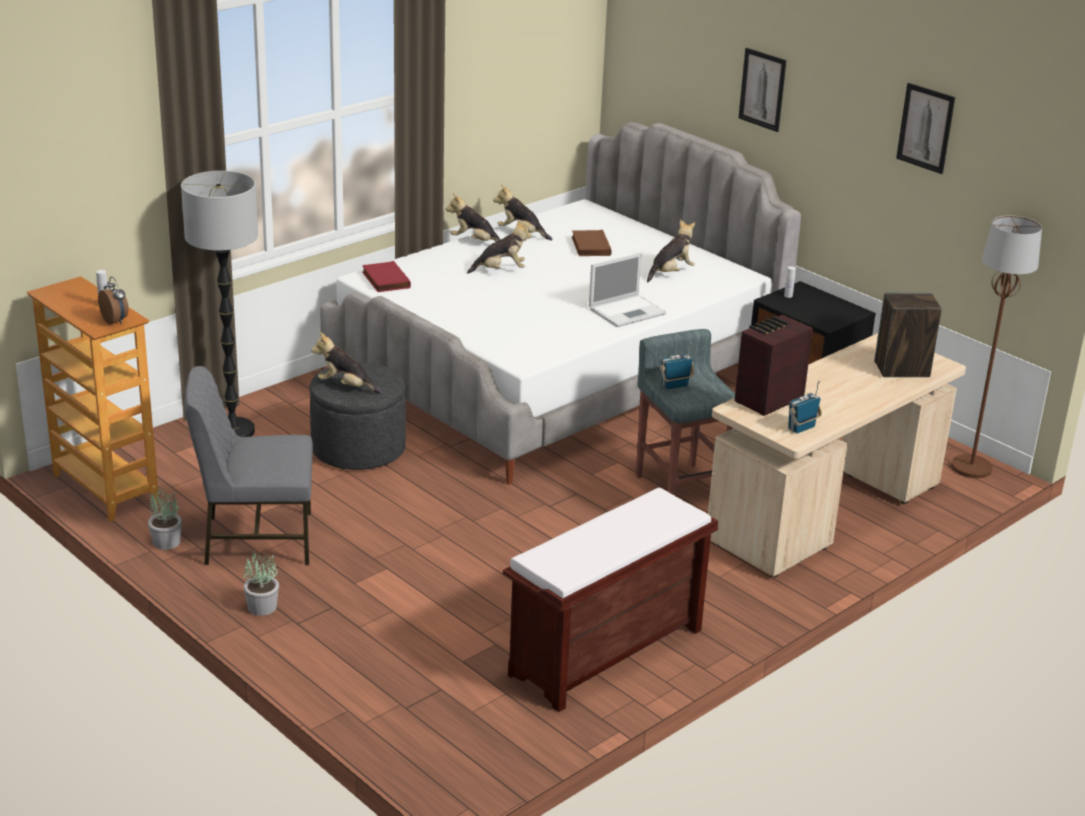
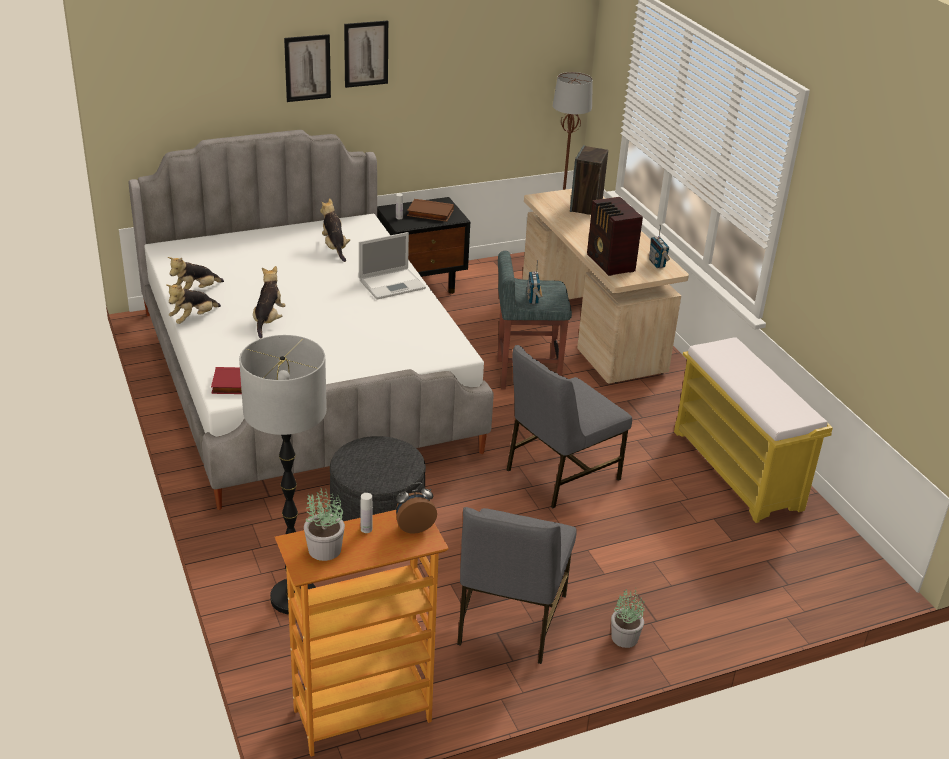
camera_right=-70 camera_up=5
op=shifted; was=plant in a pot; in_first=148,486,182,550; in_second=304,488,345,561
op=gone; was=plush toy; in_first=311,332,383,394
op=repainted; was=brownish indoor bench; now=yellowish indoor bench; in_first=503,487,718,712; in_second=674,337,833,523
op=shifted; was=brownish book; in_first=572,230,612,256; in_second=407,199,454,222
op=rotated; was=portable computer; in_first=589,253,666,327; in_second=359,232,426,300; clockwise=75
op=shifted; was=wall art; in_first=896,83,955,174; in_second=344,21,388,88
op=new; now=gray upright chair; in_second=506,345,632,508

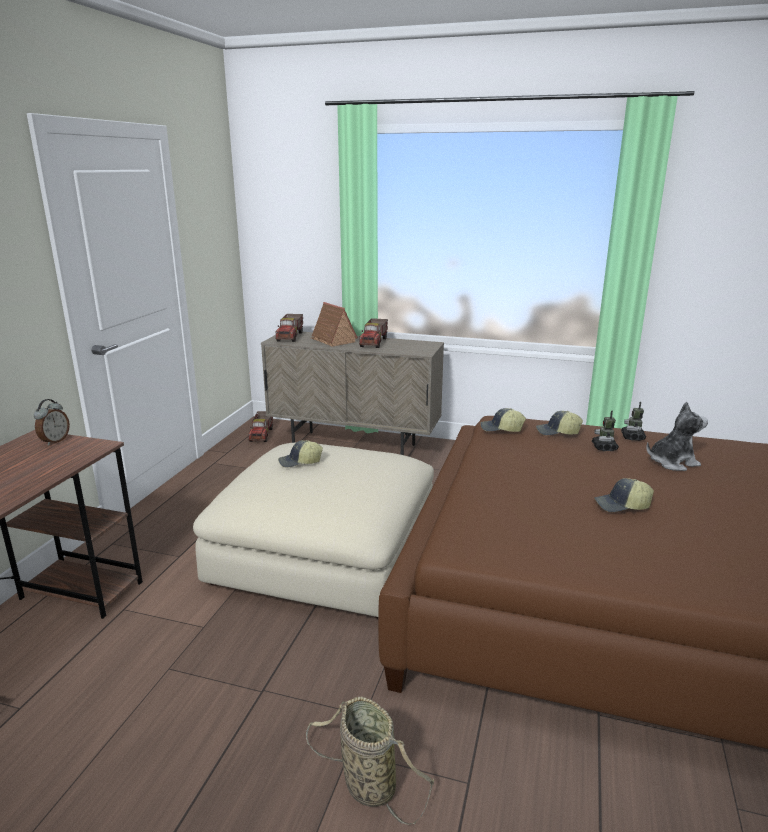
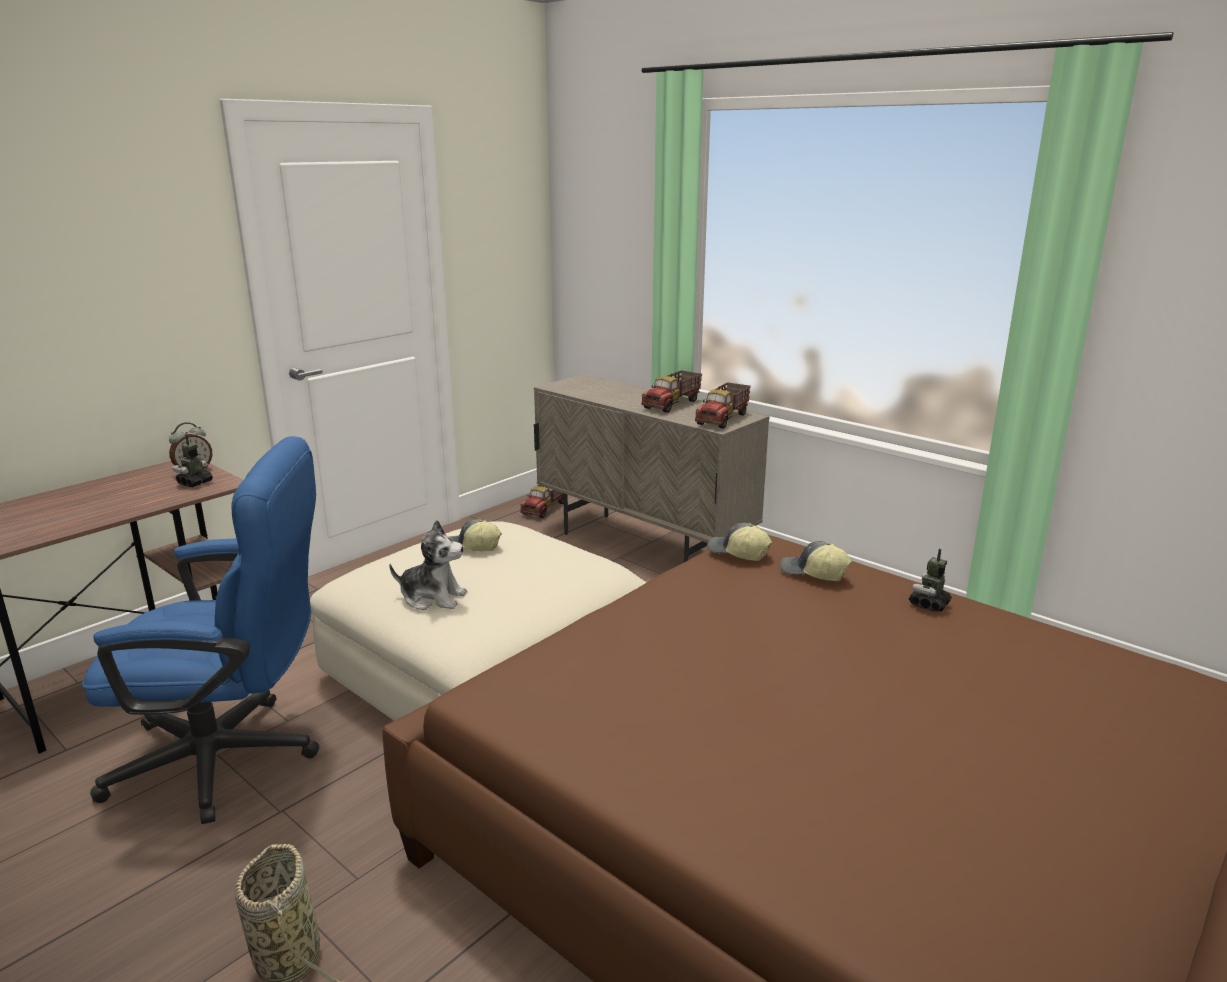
camera_right=25 camera_up=0
op=shifted; was=toy truck; in_first=275,314,303,342; in_second=695,382,751,428
op=gone; was=toy house; in_first=311,302,358,347
op=shifted; was=model robot; in_first=592,411,619,451; in_second=172,434,213,487
op=gone; was=cap; in_first=594,478,654,512
op=shifted; was=plush toy; in_first=647,401,708,471; in_second=389,520,467,610
op=new; now=blue-coloured desk chair; in_second=82,436,319,824

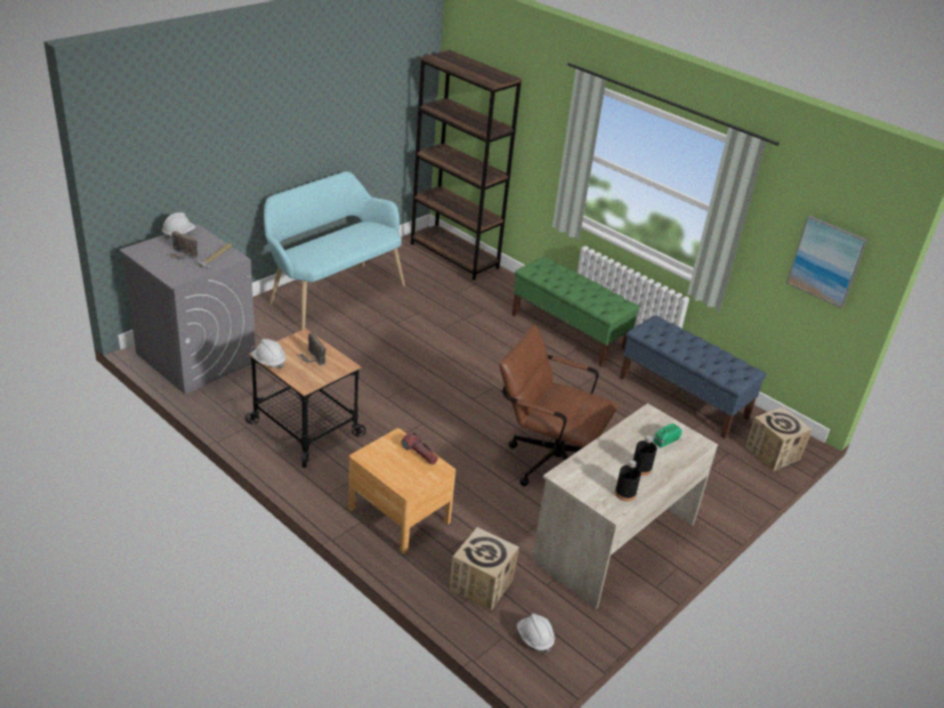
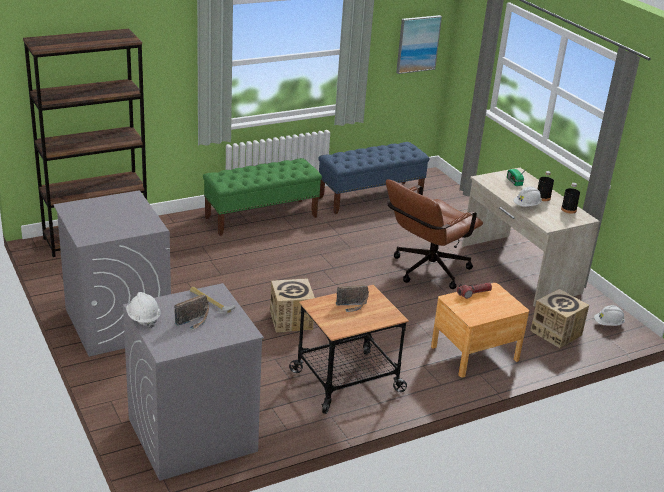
camera_right=-70 camera_up=-5
op=shifted; was=white-coloured hard hat; in_first=251,339,286,369; in_second=513,186,542,207
op=swapped; was=blue-green indoor bench; now=gray washing machine; in_first=264,171,405,330; in_second=53,191,171,357
op=shifted; was=packing box; in_first=745,407,813,471; in_second=270,278,315,333

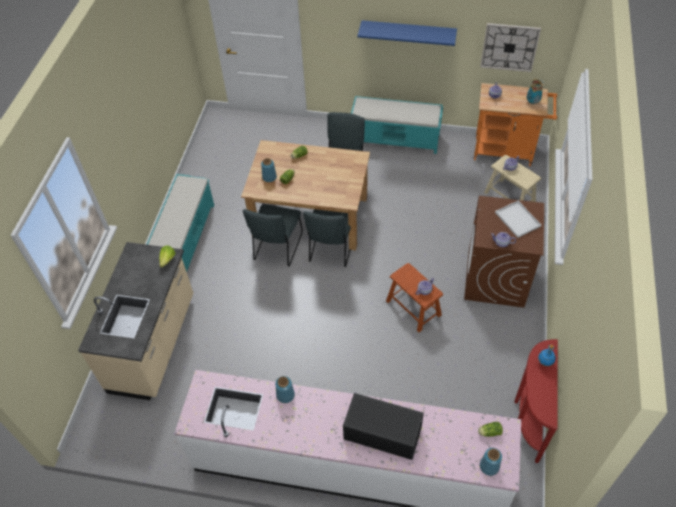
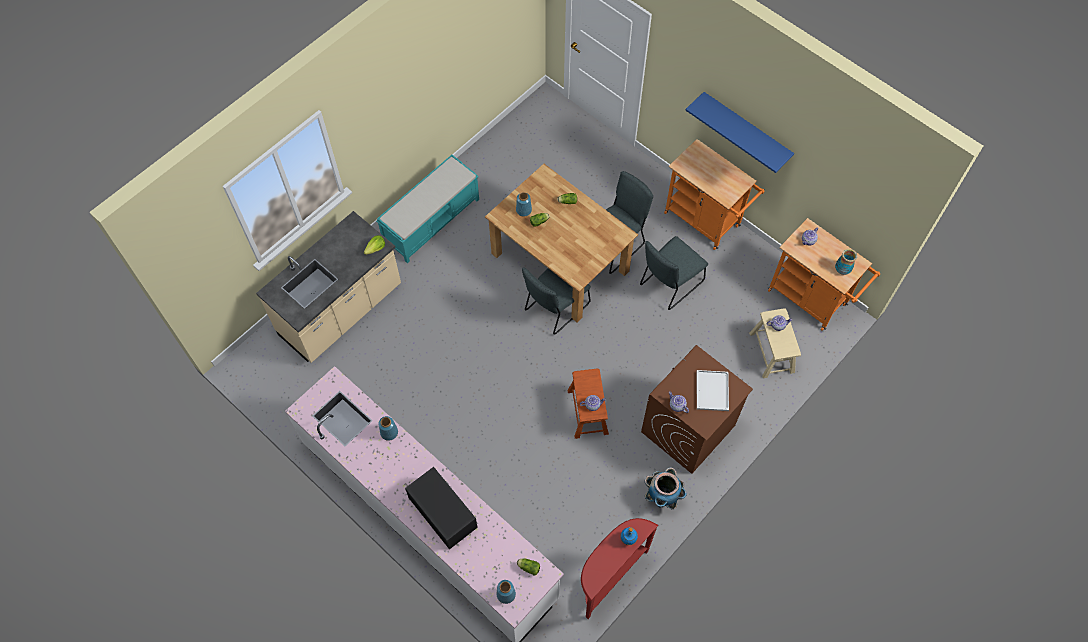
camera_right=30 camera_up=10
op=shifted; was=gray upright chair; in_first=243,204,303,267; in_second=640,236,708,310
op=swapped; was=blue-green indoor bench; now=orange-coloured cart; in_first=351,96,443,154; in_second=664,139,764,250
op=gone; was=wall clock; in_first=480,23,541,72
op=new; now=plant pot; in_second=645,468,687,510

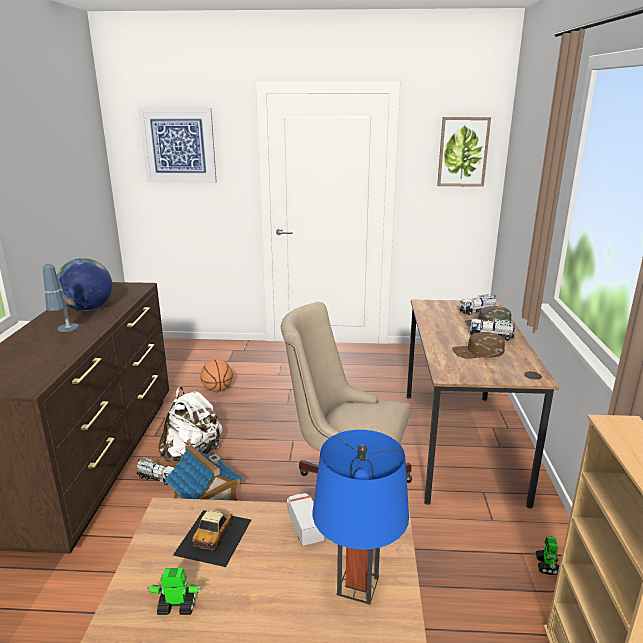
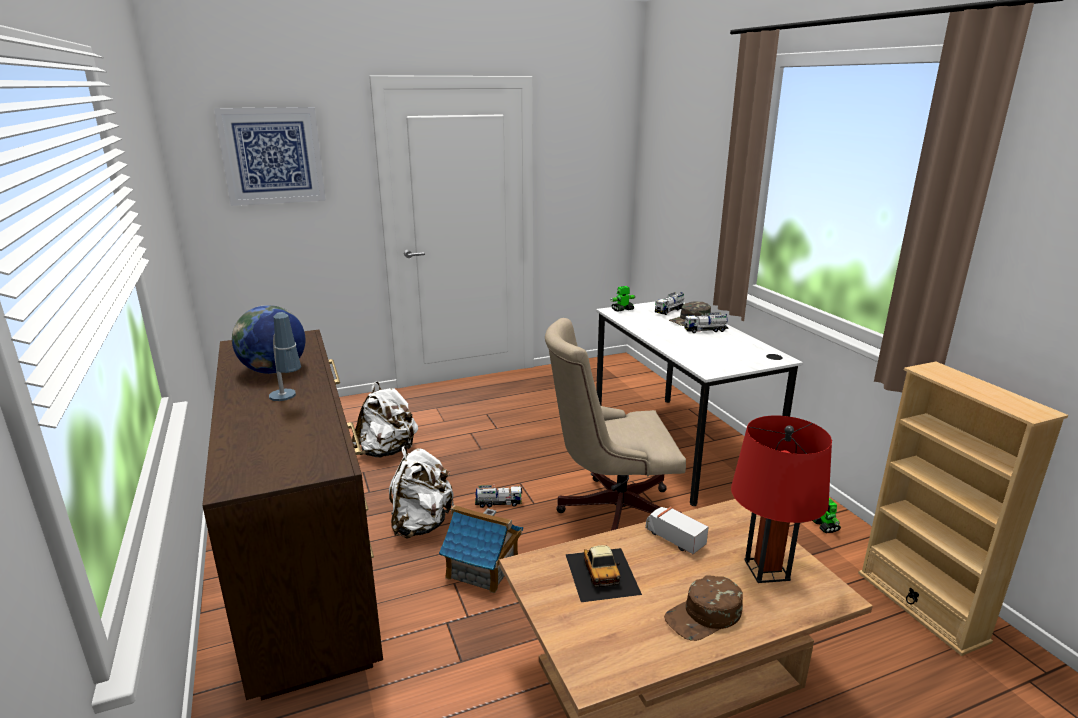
camera_right=-25 camera_up=0
op=shifted; was=toy truck; in_first=136,457,174,485; in_second=475,485,522,508
op=shifted; was=model robot; in_first=147,568,203,615; in_second=610,286,635,312
op=swapped; was=ball for basketball; now=white-coloured backpack; in_first=200,359,233,392; in_second=352,382,418,457
op=repainted; was=blue-coloured lamp for a table; now=red-coloured lamp for a table; in_first=313,430,409,605; in_second=731,416,832,583
op=repainted; was=brownish desk unit; now=white-coloured desk unit; in_first=407,300,559,508; in_second=596,301,803,506
op=gone; was=wall art; in_first=437,117,491,187
op=shifted; was=brownish cap; in_first=452,332,505,359; in_second=664,575,743,641

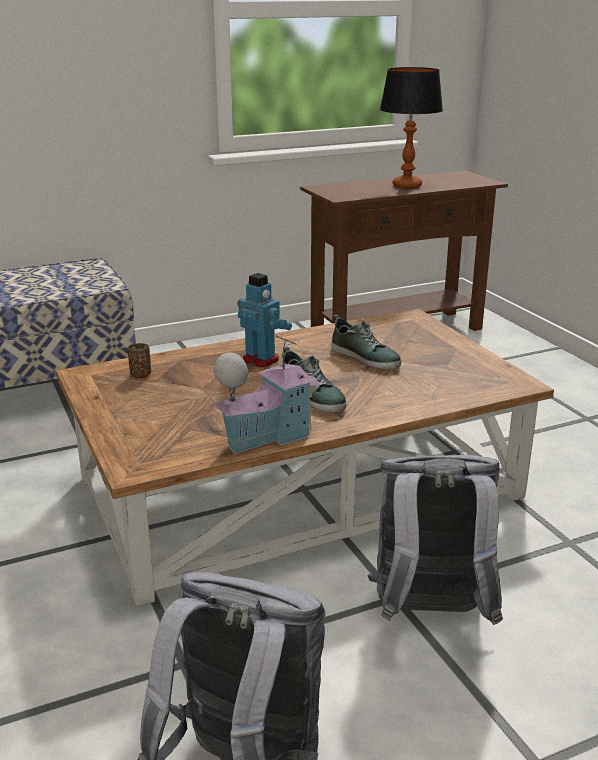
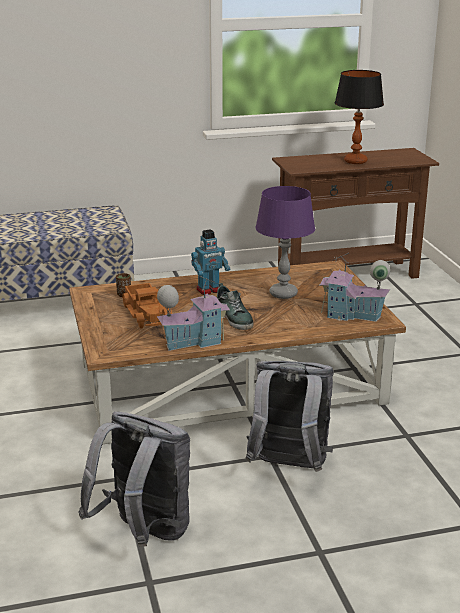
camera_right=10 camera_up=0
op=rotated; was=model robot; in_first=237,273,292,367; in_second=191,229,230,295; clockwise=105
op=swapped; was=low shoe; now=purple lamp for a table; in_first=331,314,401,369; in_second=256,186,315,299
op=new; now=toy truck; in_second=122,283,173,328
op=new; now=toy house; in_second=319,253,390,322

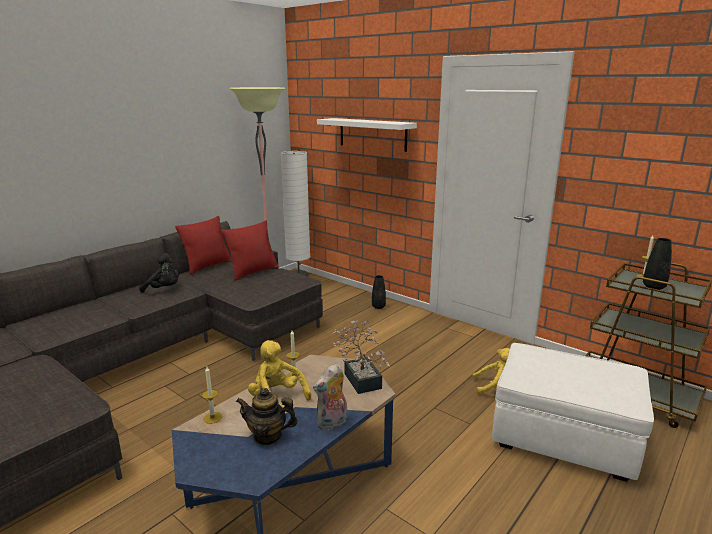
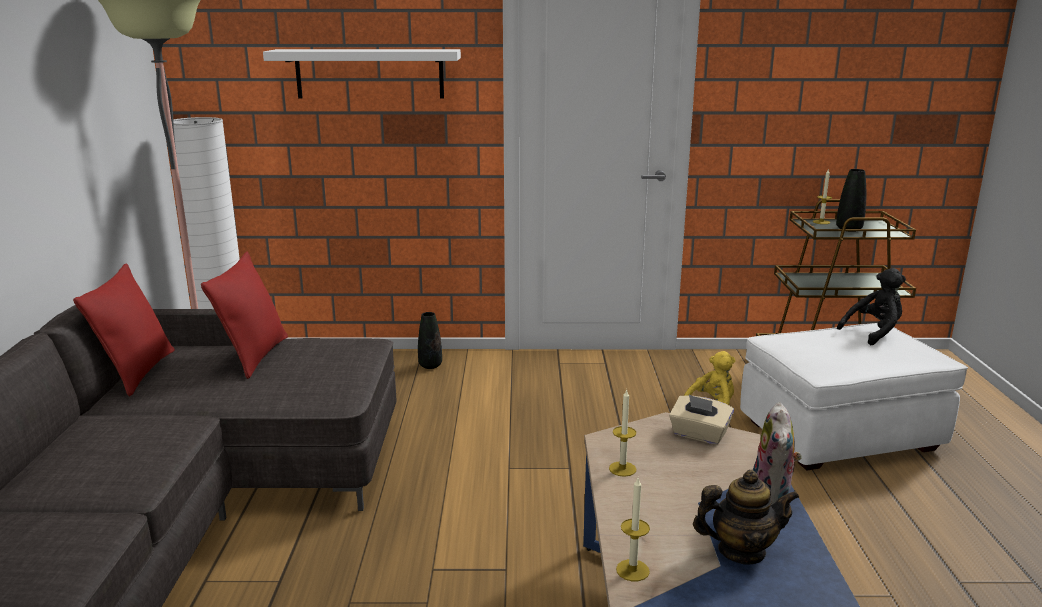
camera_right=-40 camera_up=0
op=shifted; was=black plush toy; in_first=139,253,179,293; in_second=837,268,906,345
op=rotated; was=pot for tea; in_first=236,388,298,446; in_second=693,470,799,565; clockwise=-150
op=gone; was=yellowish plush toy; in_first=248,340,311,408
op=swapped; was=plant in a pot; now=beige-coloured tissue holder; in_first=333,320,390,394; in_second=669,395,734,445

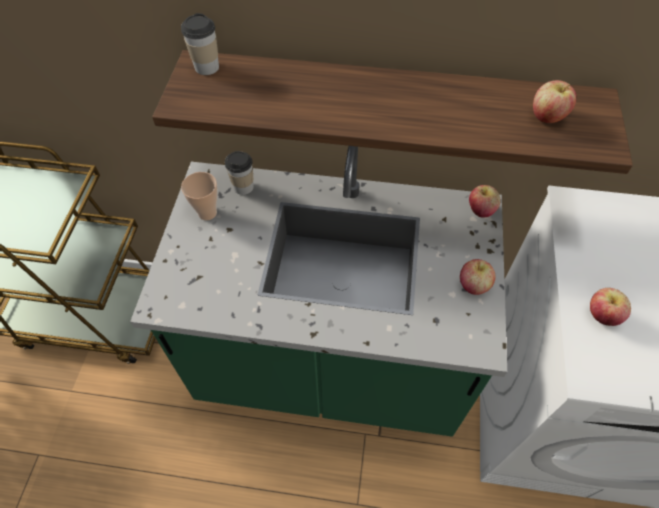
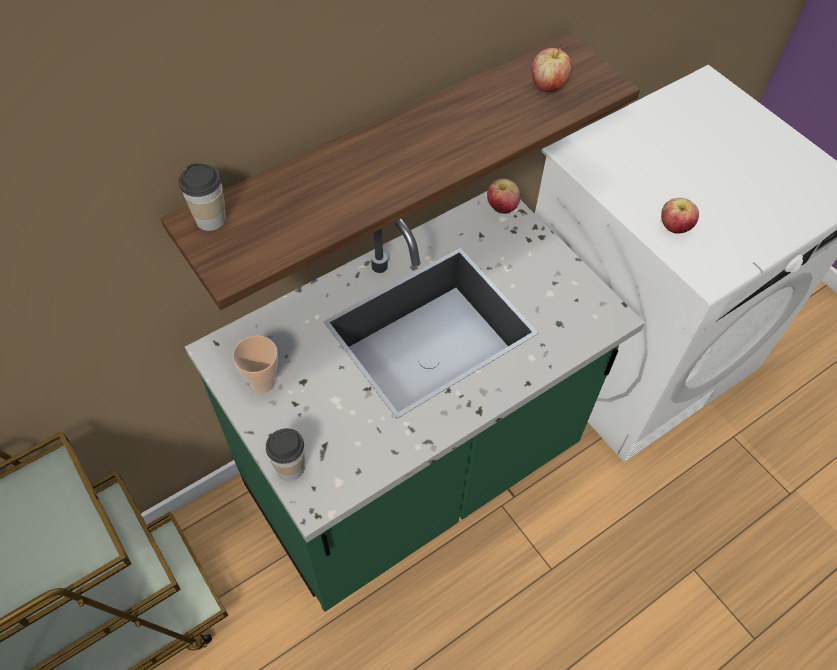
camera_right=-45 camera_up=0
op=shifted; was=small cup; in_first=225,151,254,195; in_second=266,428,305,481
op=gone; was=apple fruit; in_first=460,259,496,295

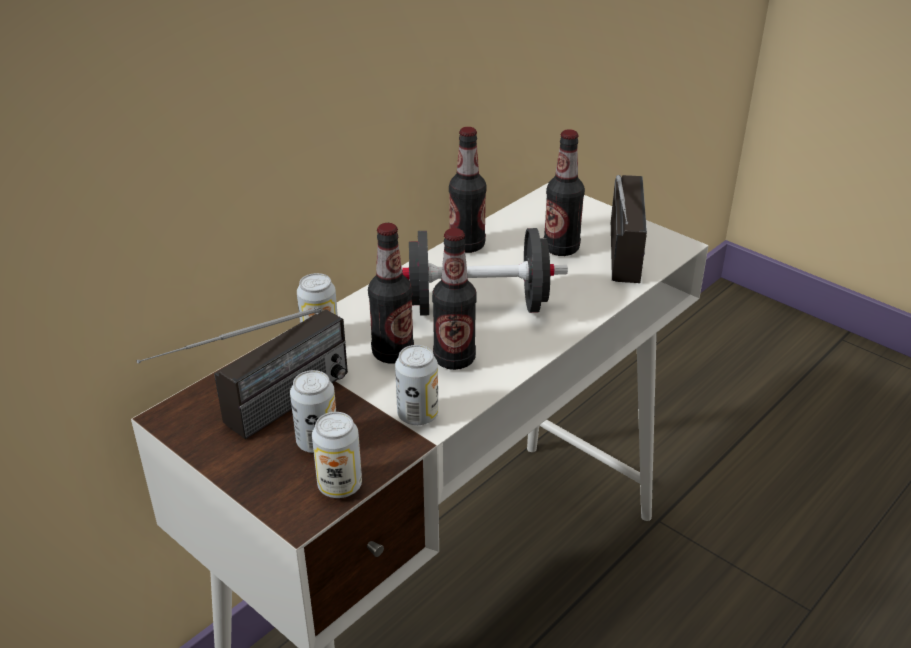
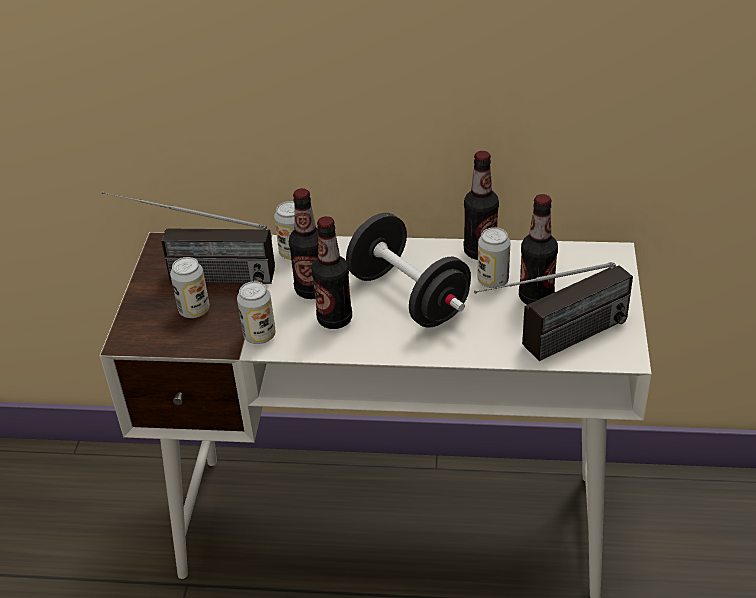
camera_right=55 camera_up=5
op=shifted; was=can; in_first=312,412,362,498; in_second=478,227,511,288

